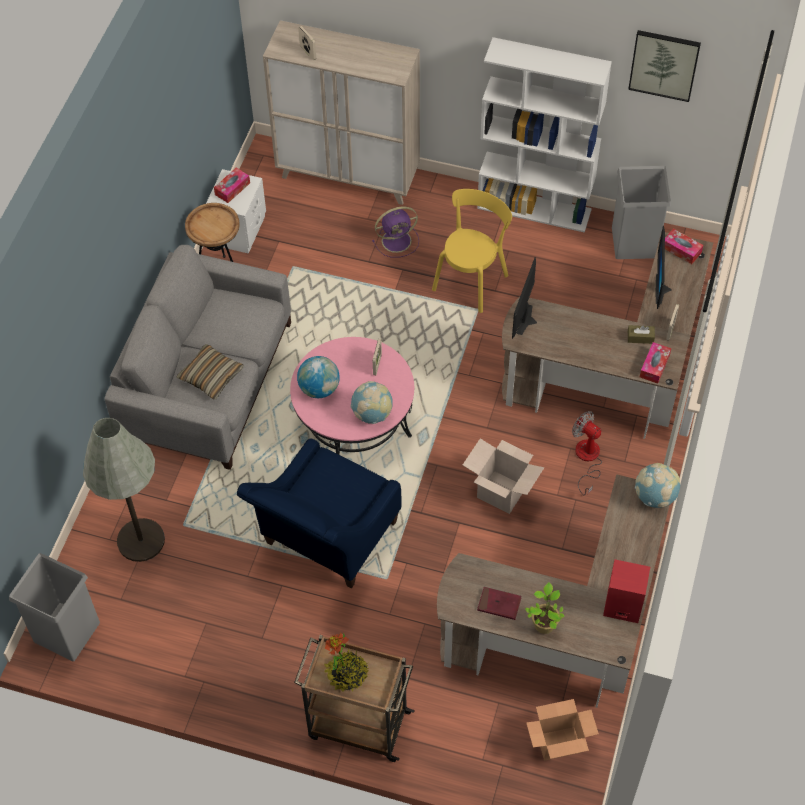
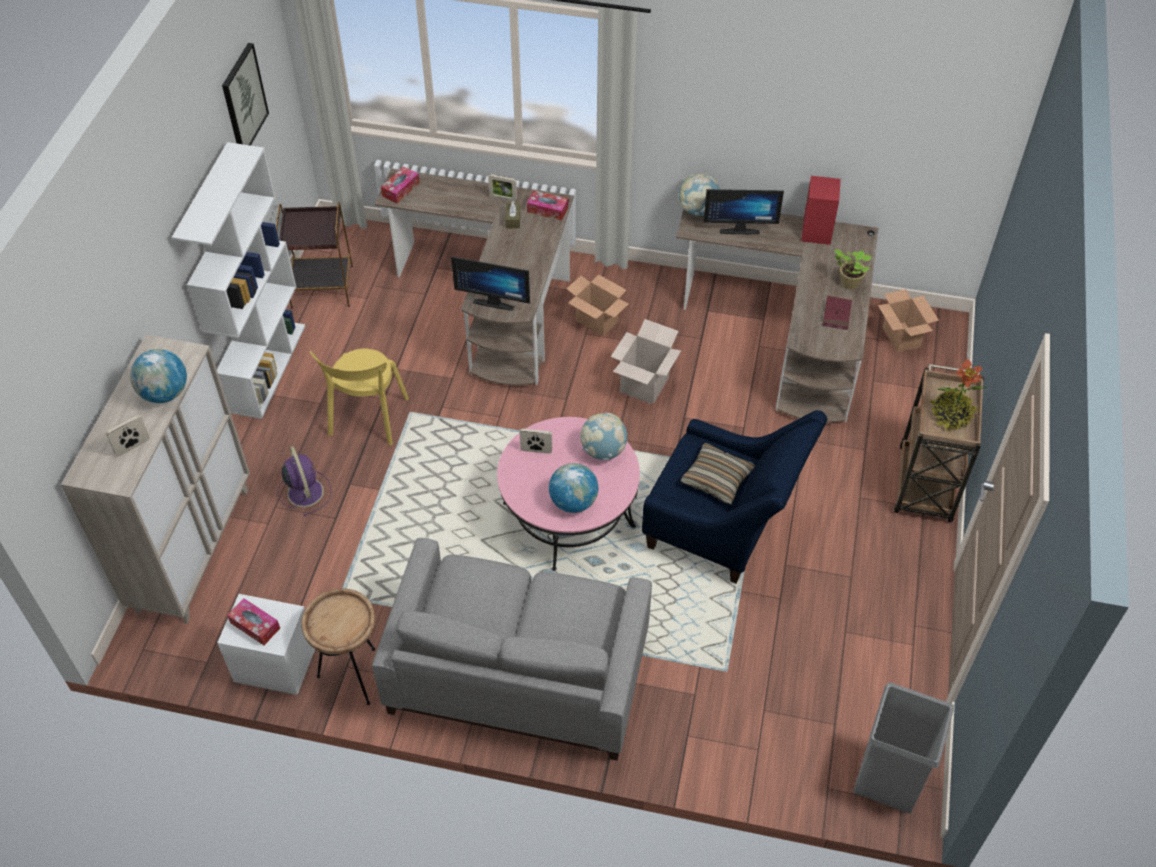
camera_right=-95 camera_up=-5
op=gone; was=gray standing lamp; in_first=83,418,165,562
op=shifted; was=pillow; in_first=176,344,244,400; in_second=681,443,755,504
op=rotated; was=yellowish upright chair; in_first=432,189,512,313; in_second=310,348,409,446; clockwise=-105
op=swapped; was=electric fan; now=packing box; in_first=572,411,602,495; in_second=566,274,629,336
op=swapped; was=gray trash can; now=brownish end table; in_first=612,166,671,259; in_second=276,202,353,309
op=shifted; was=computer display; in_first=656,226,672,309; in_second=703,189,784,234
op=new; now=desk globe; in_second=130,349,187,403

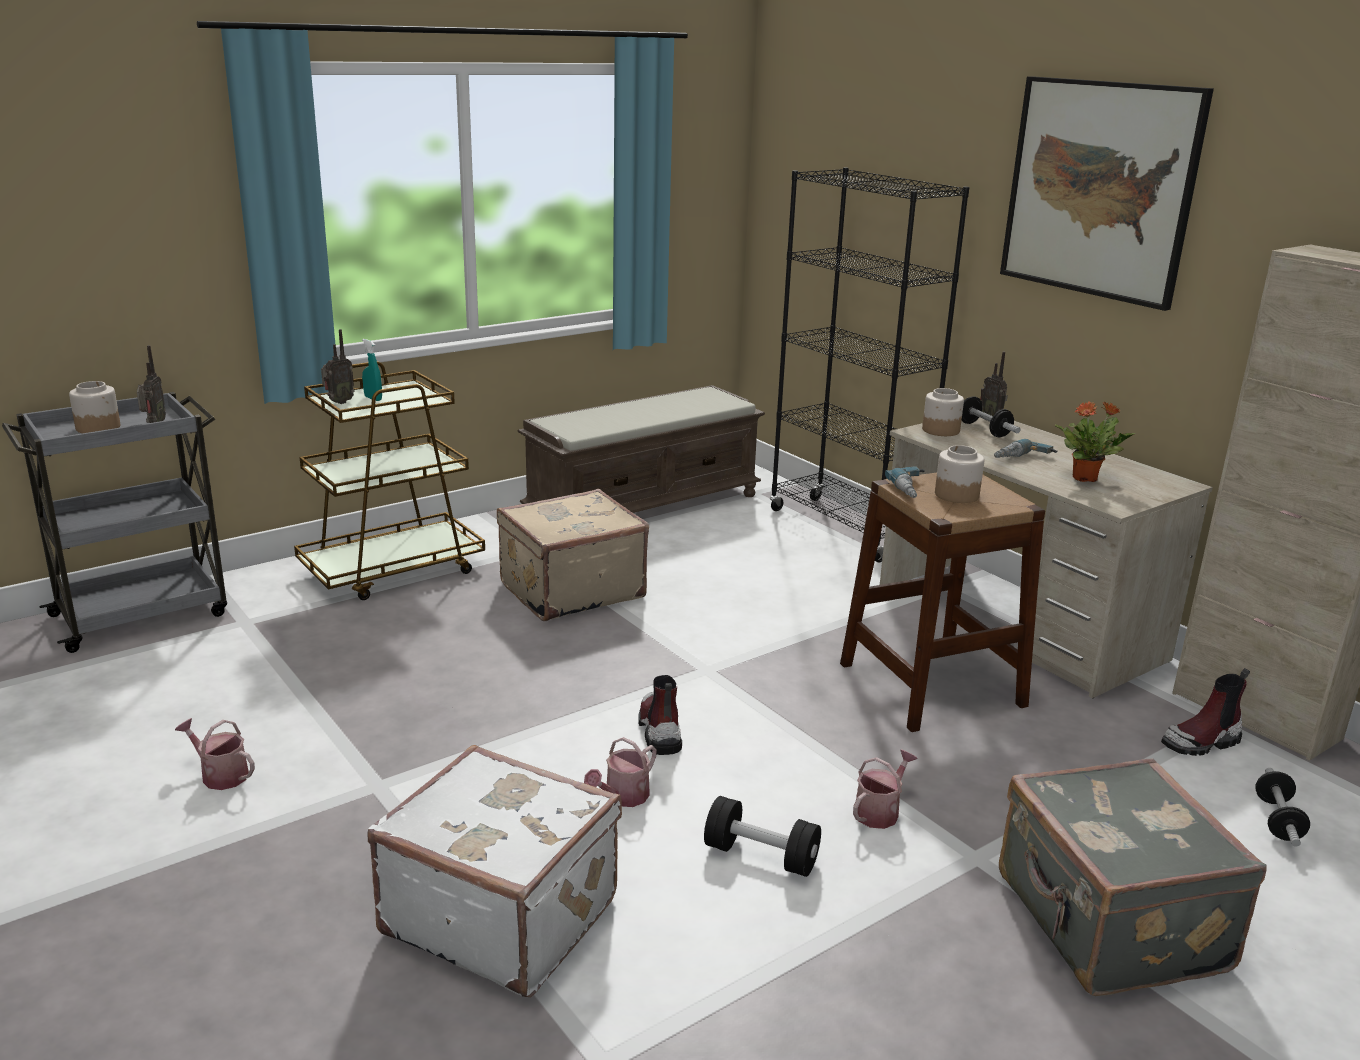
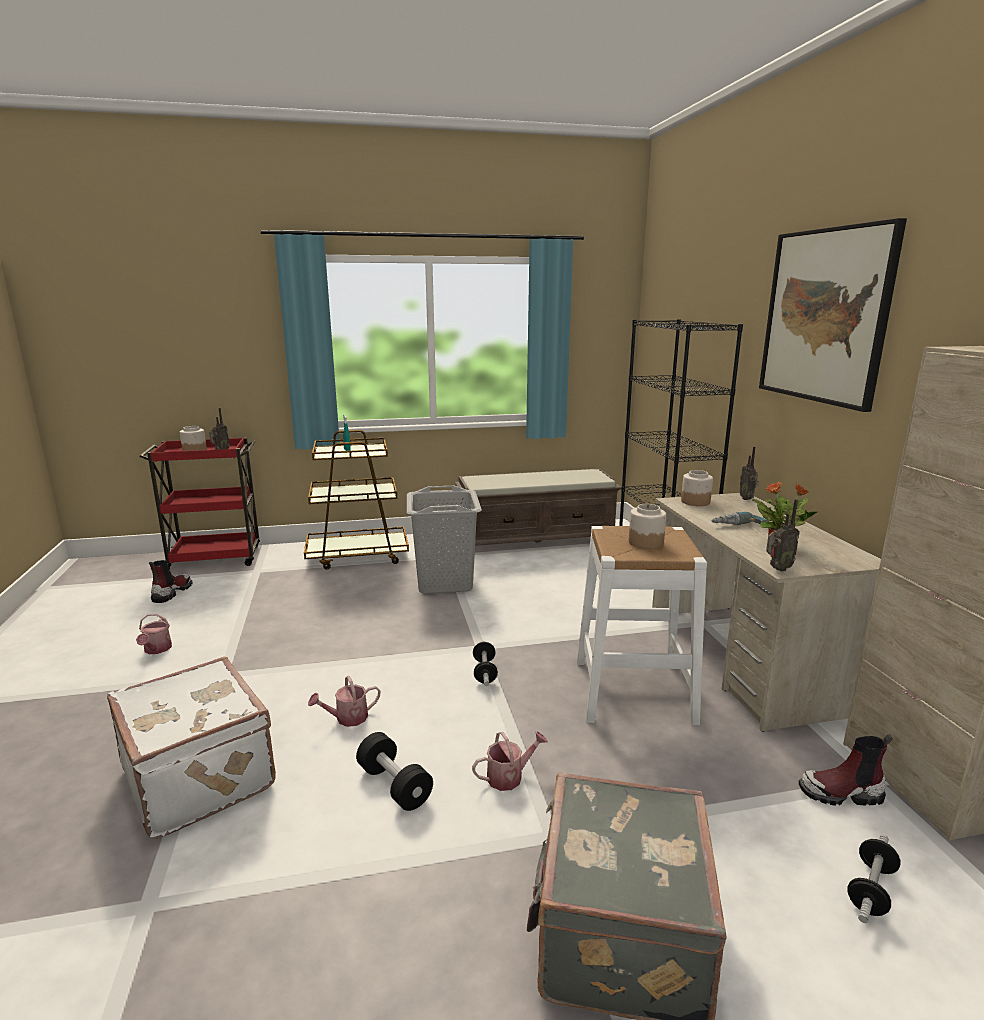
camera_right=25 camera_up=-5
op=repainted; was=gray cart; now=red-coloured cart; in_first=2,392,227,653; in_second=140,438,260,570
op=rotated; was=watering can; in_first=175,718,255,790; in_second=136,614,172,654; clockwise=-150
op=shifted; was=radio receiver; in_first=321,329,355,404; in_second=766,499,799,572
op=swapped; was=beige-coloured suitcase; now=gray laundry basket; in_first=497,489,649,621; in_second=407,486,482,594
op=shifted; was=high-top boot; in_first=638,675,682,755; in_second=149,560,193,603
op=repainted; was=brownish sitting stool; now=white-coloured sitting stool; in_first=840,473,1045,732; in_second=577,526,707,725
op=gone; was=power drill; in_first=885,466,925,498
op=shifted; was=dumbbell; in_first=962,396,1020,437; in_second=473,641,498,686

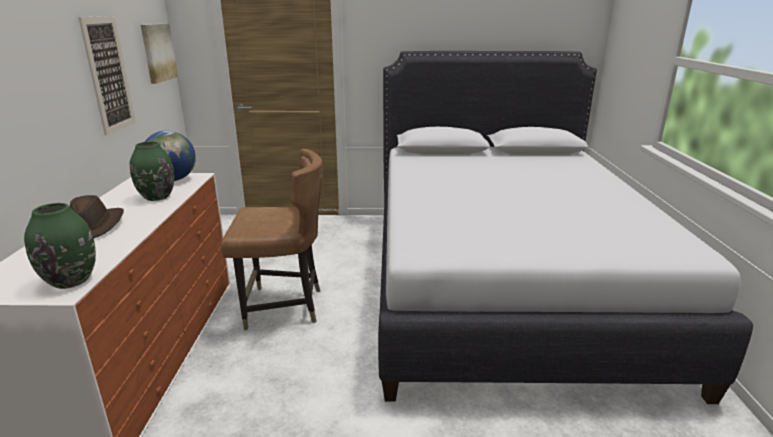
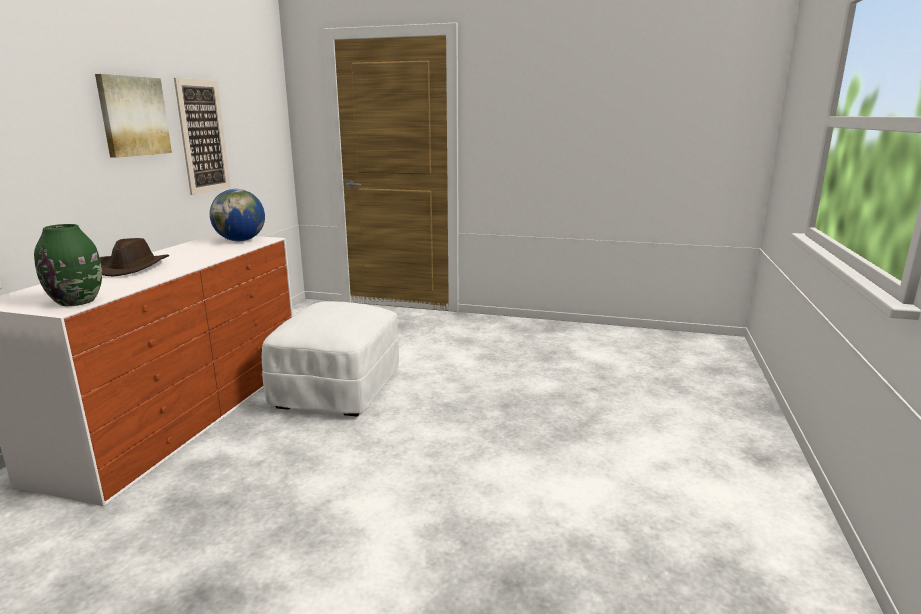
camera_right=15 camera_up=-5
op=gone; was=green vase; in_first=130,141,174,201
op=shifted; was=wall art; in_first=141,23,178,84; in_second=95,74,172,158
op=swapped; was=brownish upright chair; now=white-coloured pouffe; in_first=221,149,322,330; in_second=262,301,399,416
op=gone; was=white-coloured bedroom bed; in_first=378,51,753,404

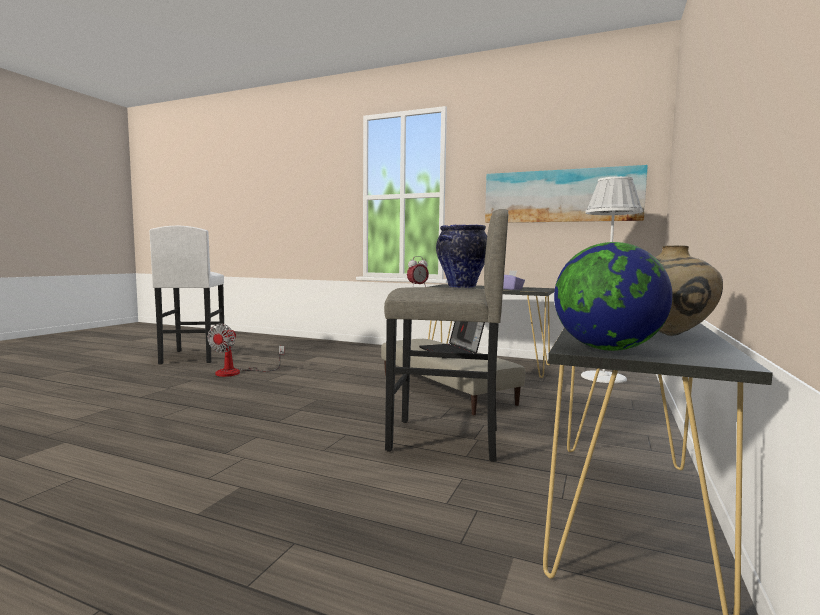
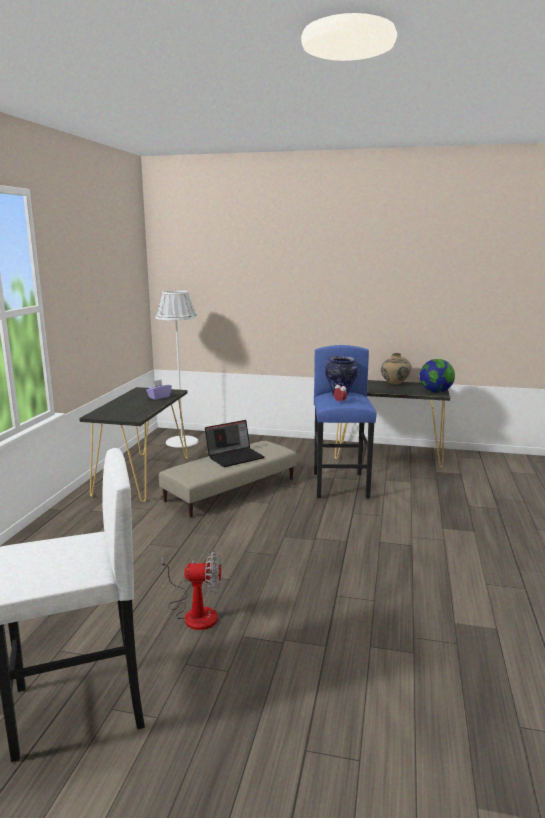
camera_right=-100 camera_up=10
op=repainted; was=gray sitting stool; now=blue-coloured sitting stool; in_first=384,209,508,462; in_second=314,345,377,499
op=gone; was=wall art; in_first=485,165,648,223

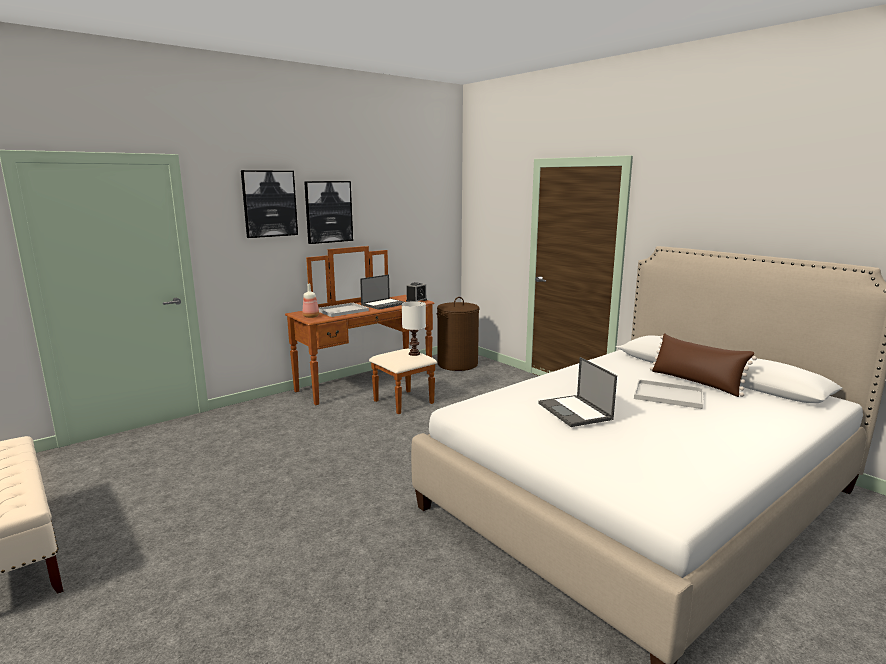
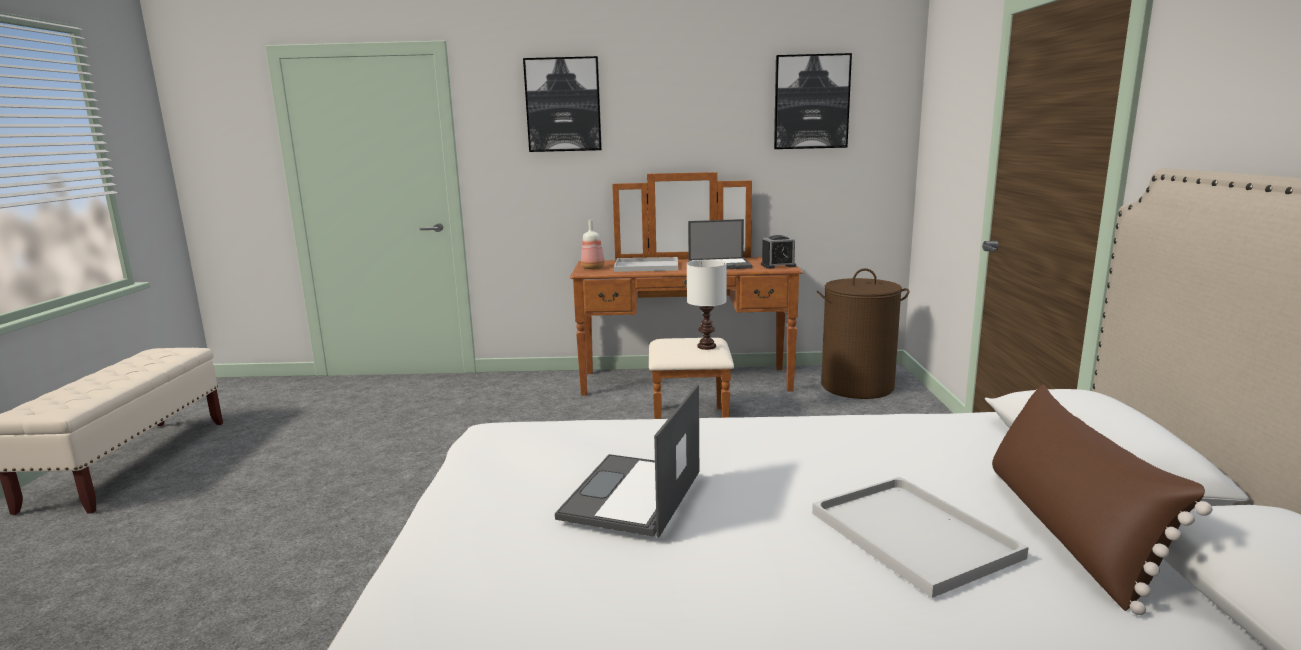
camera_right=40 camera_up=0
op=shifted; was=wall art; in_first=304,181,353,244; in_second=774,53,852,149

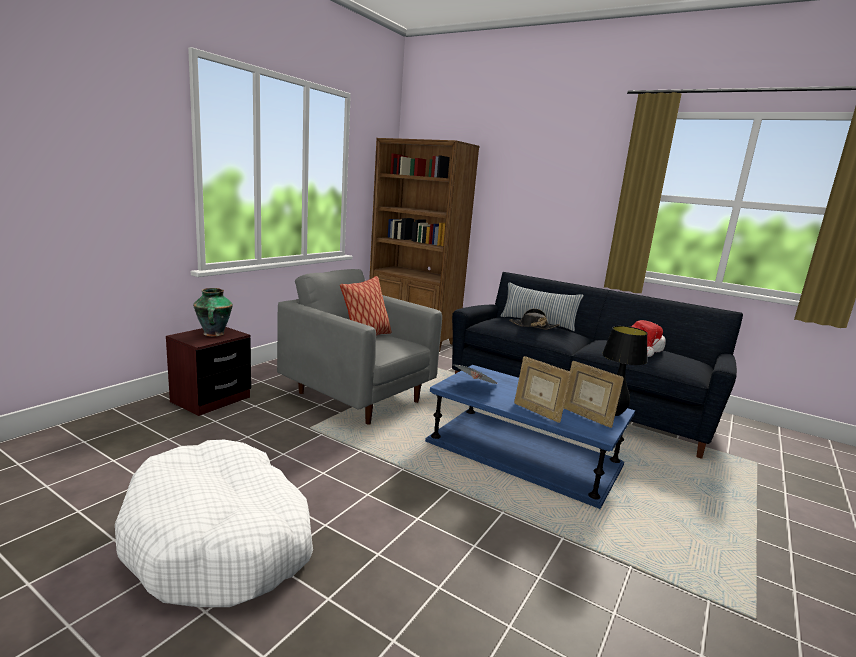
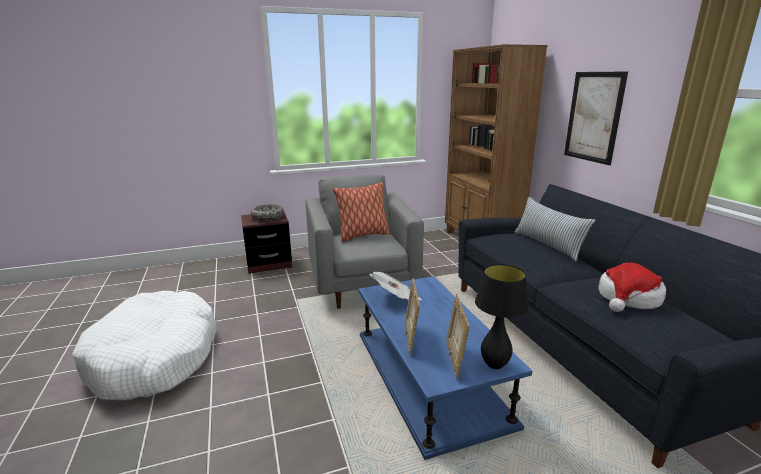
camera_right=40 camera_up=5
op=swapped; was=vase; now=serving bowl; in_first=193,288,233,337; in_second=251,204,284,221
op=gone; was=black clothing hat; in_first=509,309,560,329
op=new; now=wall art; in_second=564,71,628,165

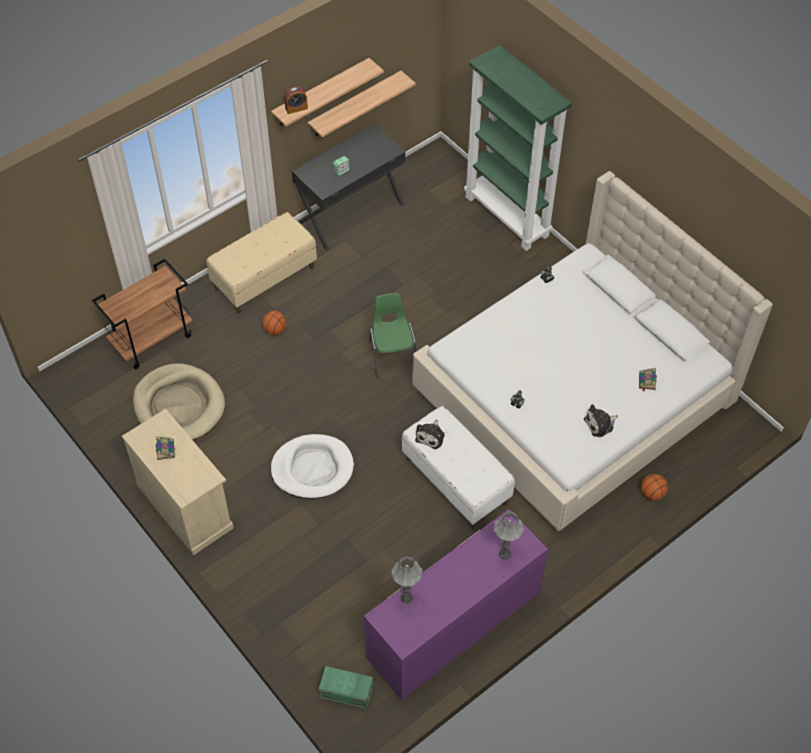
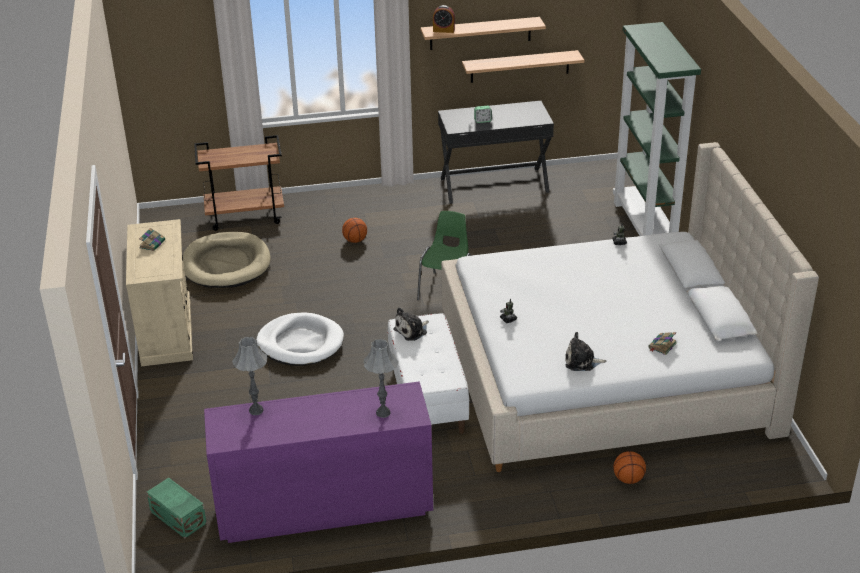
camera_right=30 camera_up=-20
op=gone; was=beige-coloured indoor bench; in_first=206,212,317,314

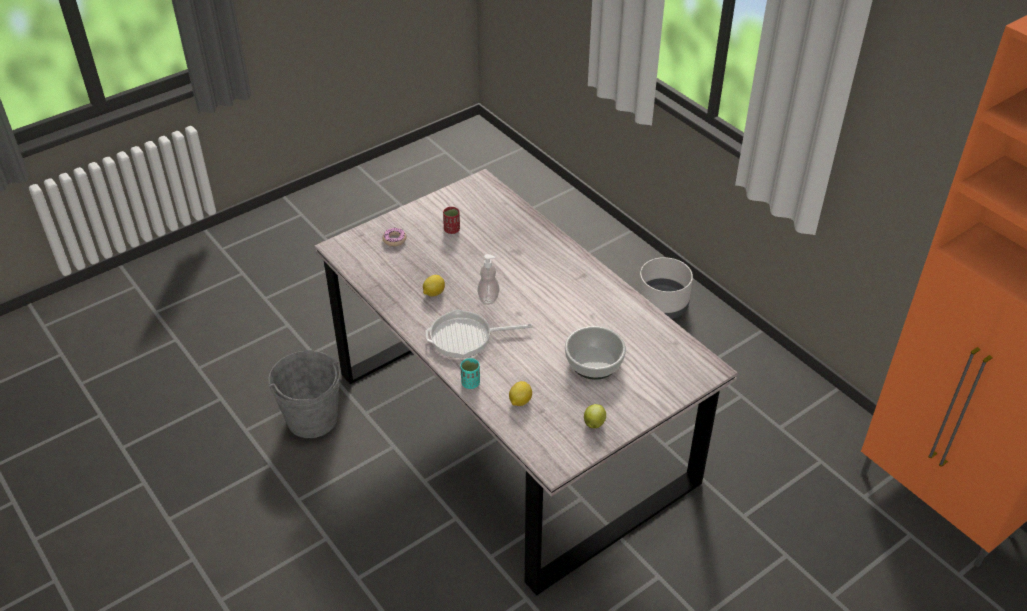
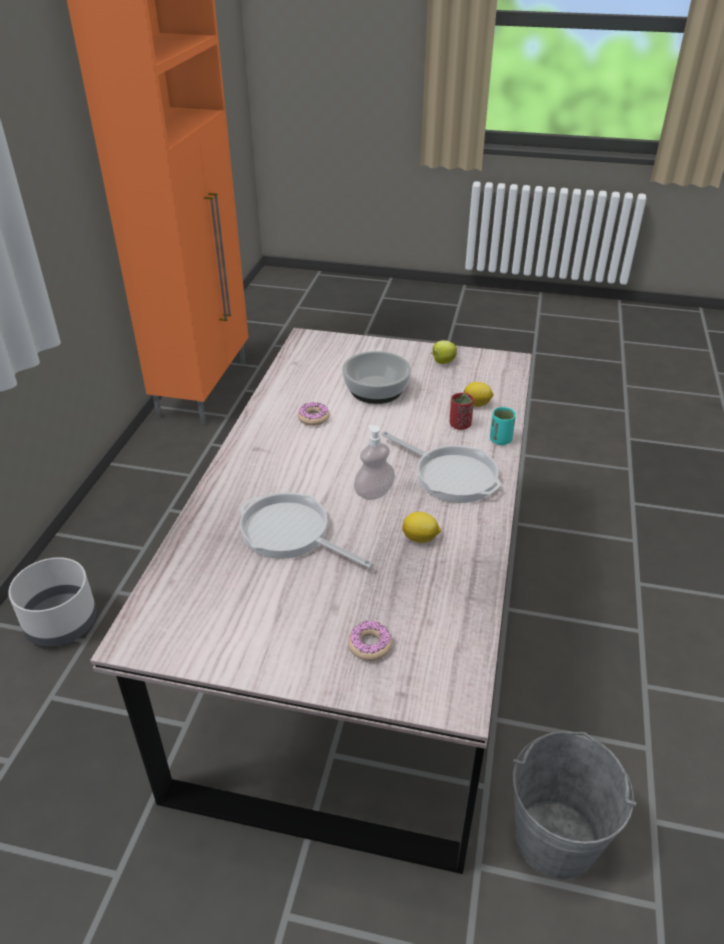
camera_right=-130 camera_up=-5
op=shifted; was=red-coloured small cup; in_first=443,207,460,234; in_second=450,393,474,430
op=new; now=pan; in_second=239,492,373,569
op=new; now=doughnut; in_second=298,402,330,426

